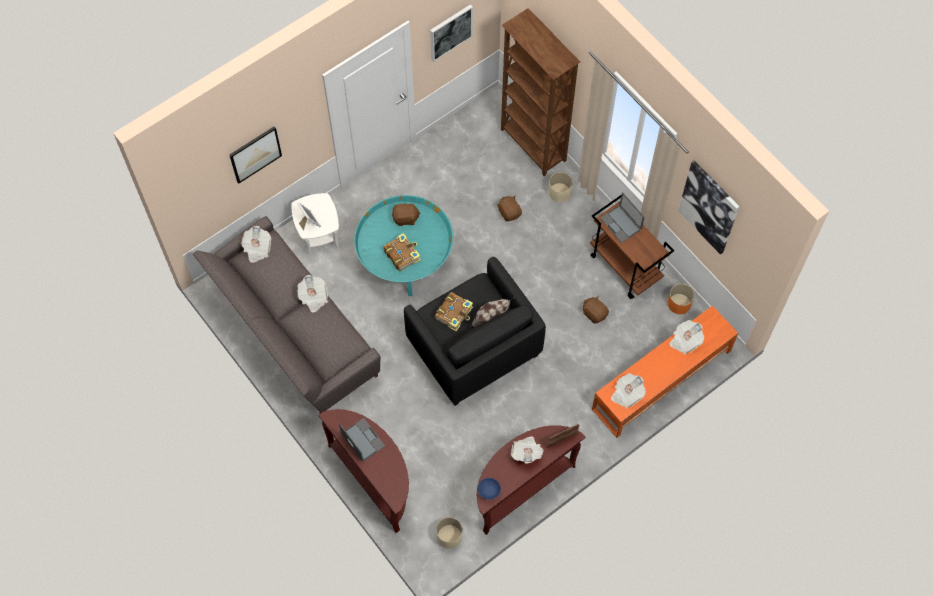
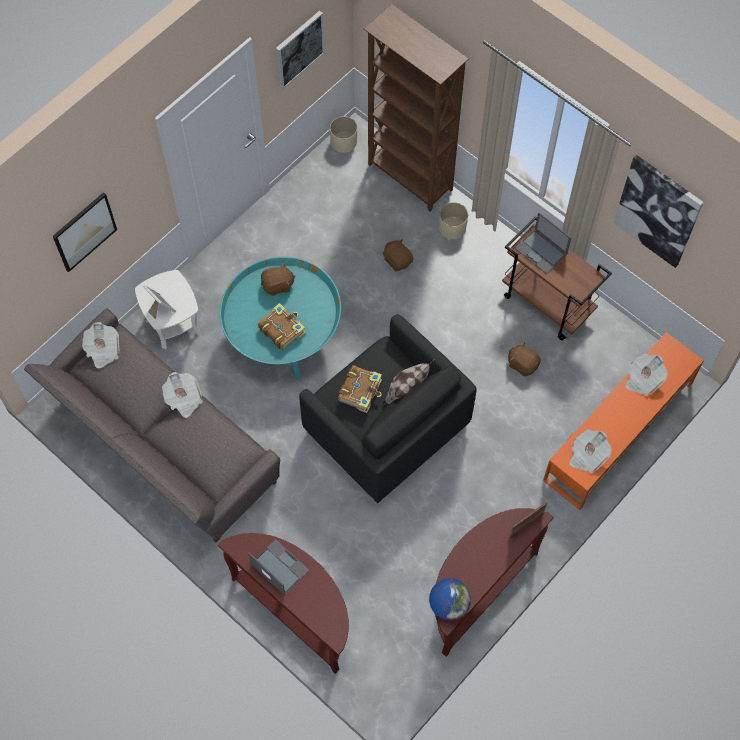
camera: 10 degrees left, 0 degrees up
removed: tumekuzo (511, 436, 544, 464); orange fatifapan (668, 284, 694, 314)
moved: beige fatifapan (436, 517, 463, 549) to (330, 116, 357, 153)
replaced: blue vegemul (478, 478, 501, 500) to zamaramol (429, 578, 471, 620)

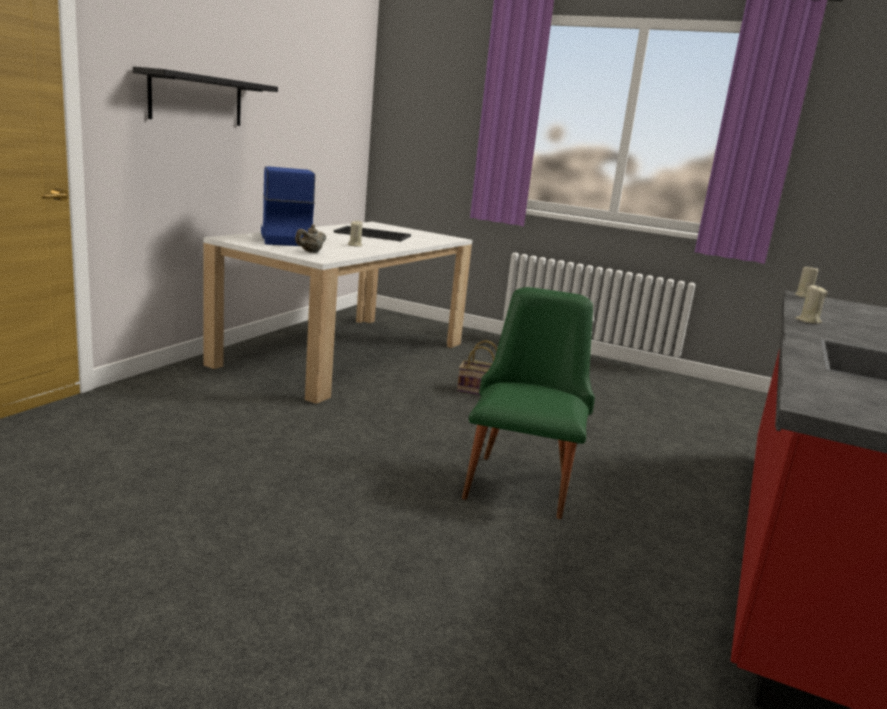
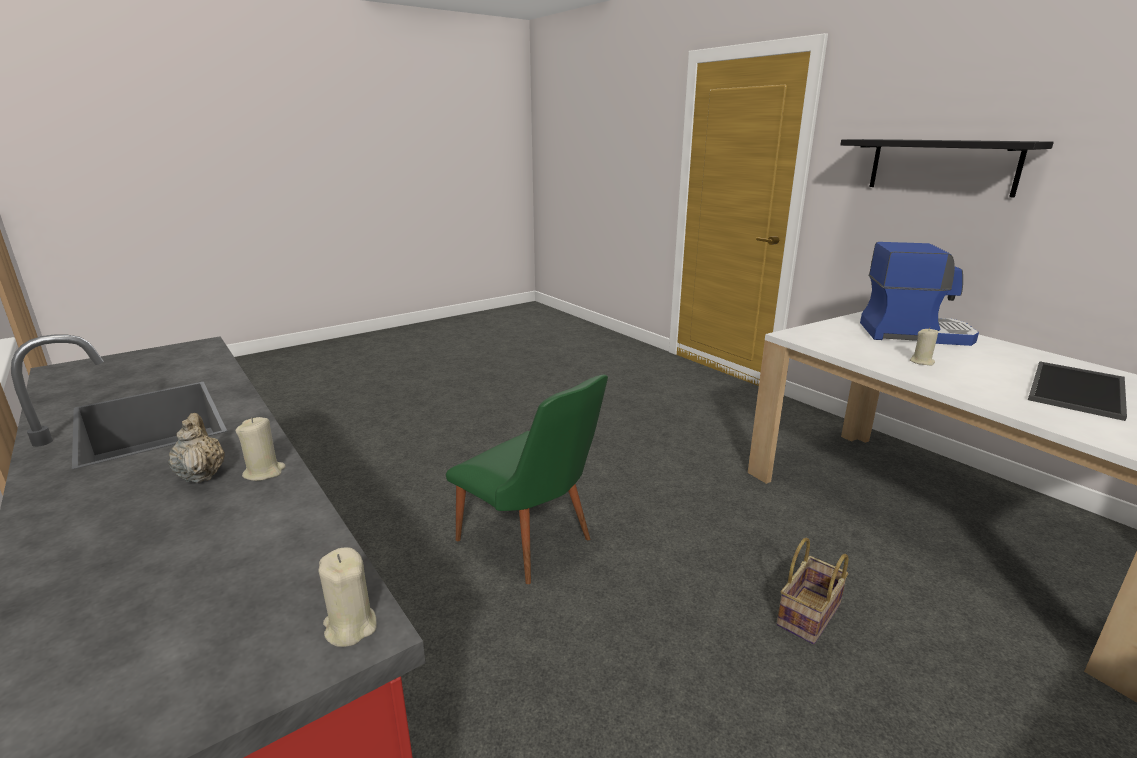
camera: 120 degrees right, 5 degrees up
moved: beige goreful (295, 224, 326, 253) to (168, 413, 225, 483)

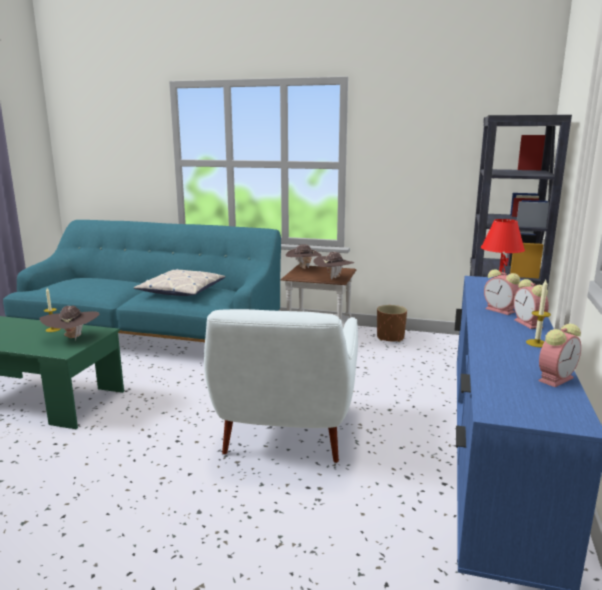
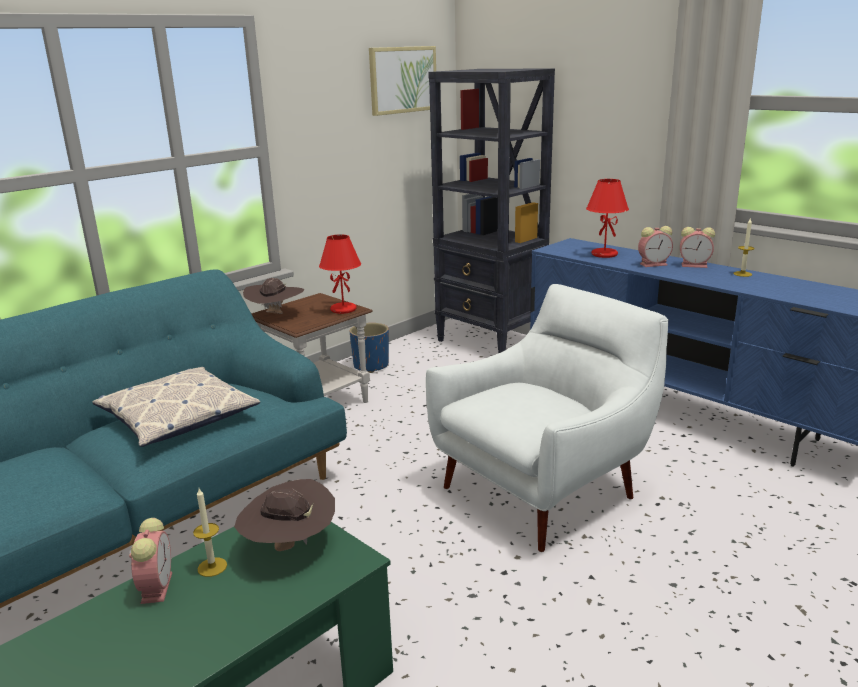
camera: 60 degrees left, 5 degrees up
added: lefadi (369, 46, 436, 116)
moved: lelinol (538, 324, 581, 387) to (129, 518, 172, 604)
replaced: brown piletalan (313, 252, 355, 280) to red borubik (319, 234, 361, 314)
recoloured: brown fatifapan (377, 305, 407, 342) to blue fatifapan (350, 323, 389, 373)
turned: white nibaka (204, 309, 358, 463) = (426, 284, 669, 552) 75 degrees counterclockwise

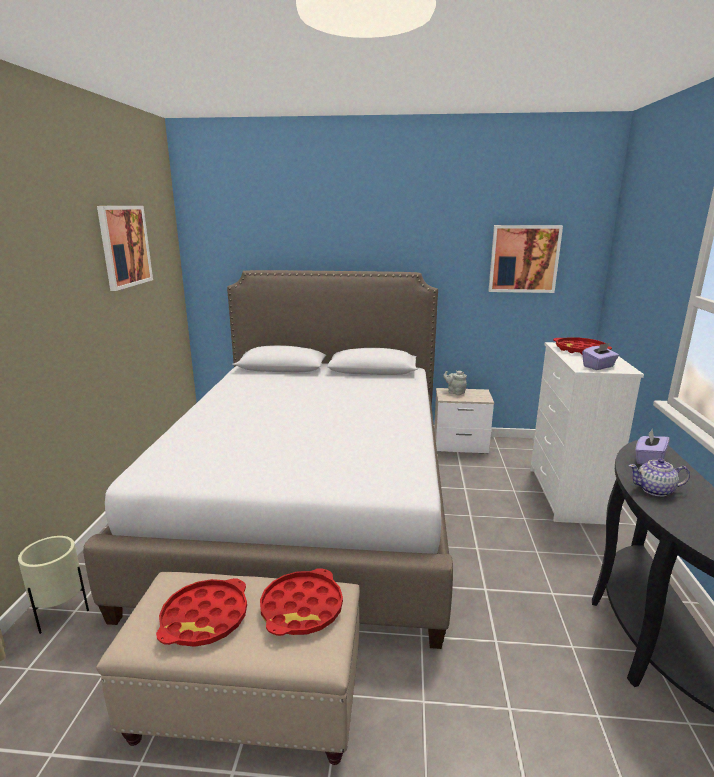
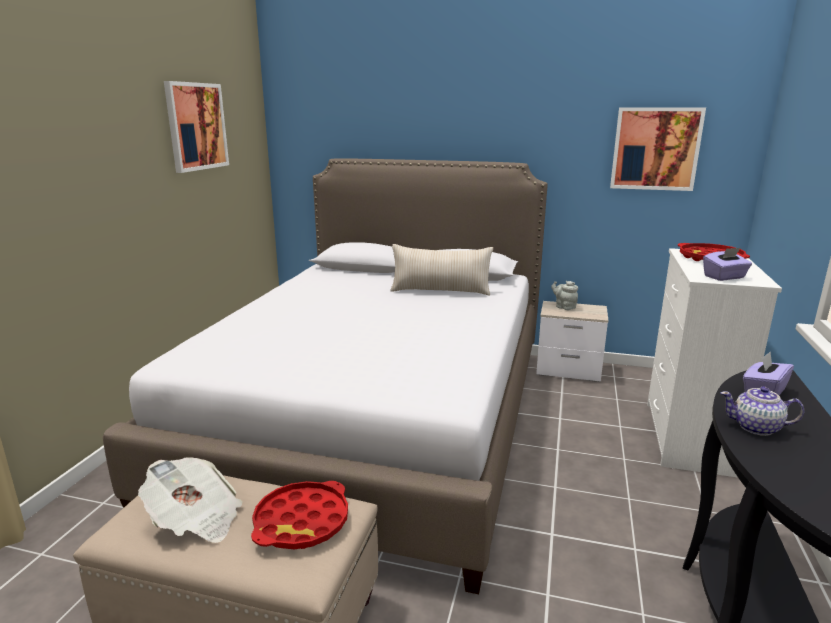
camera: 10 degrees right, 0 degrees up
removed: beige fatifapan (18, 536, 89, 634)
added: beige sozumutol (390, 244, 493, 296)
replaced: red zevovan (156, 578, 247, 647) to tumekuzo (138, 457, 243, 543)

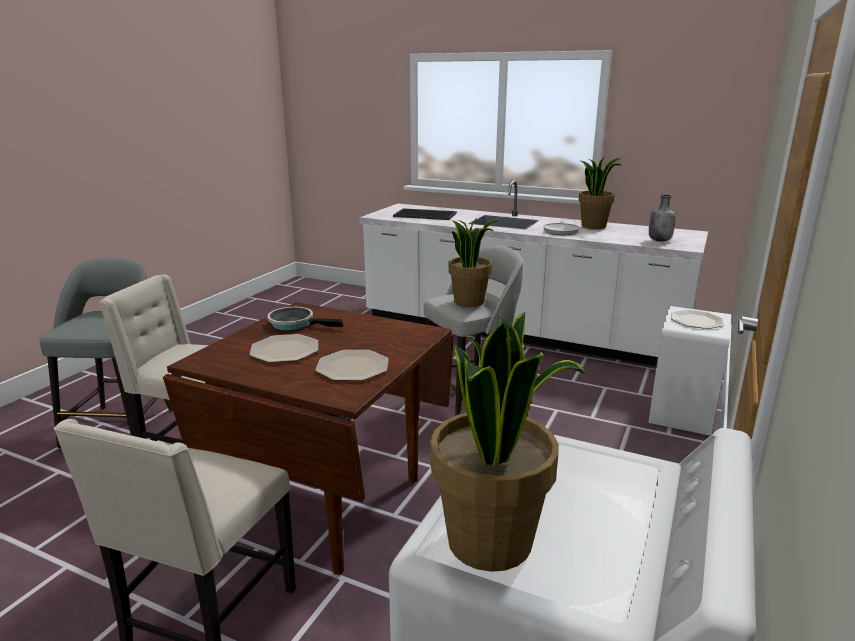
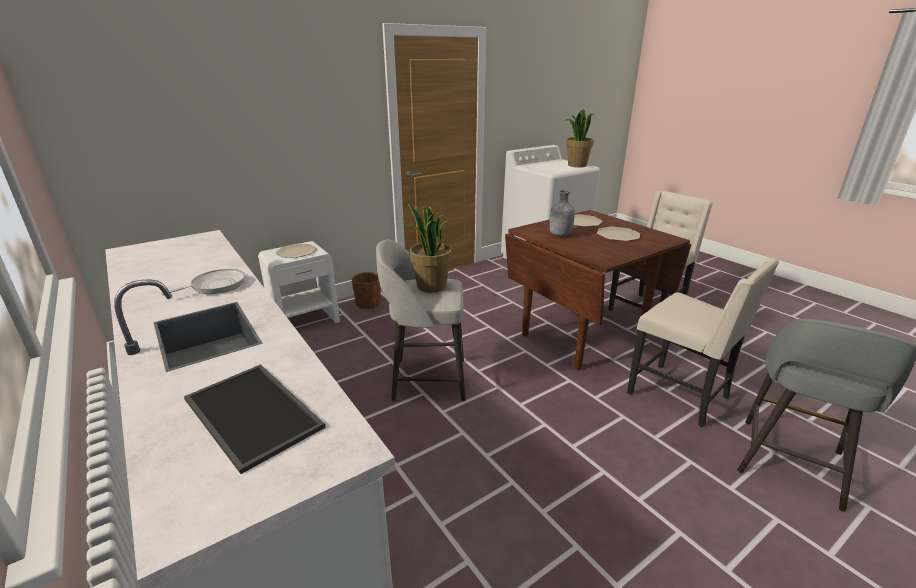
camera: 150 degrees left, 5 degrees up
removed: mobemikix (267, 307, 343, 330); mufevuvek (579, 157, 623, 229)
added: brown fatifapan (352, 272, 381, 309)
moved: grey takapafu (649, 194, 676, 241) to (549, 190, 575, 236)

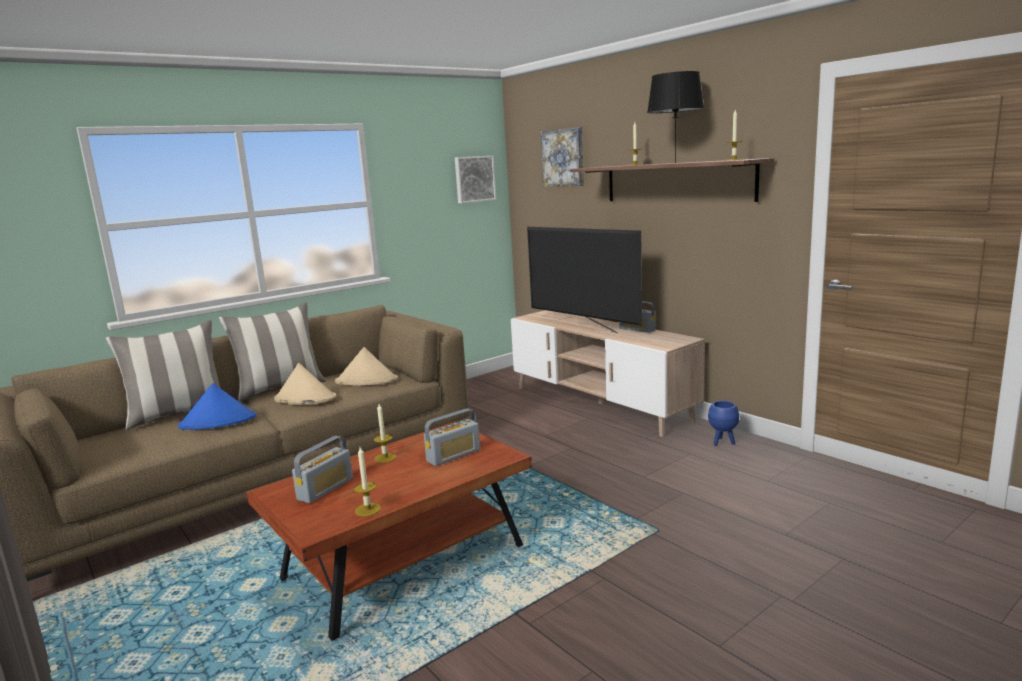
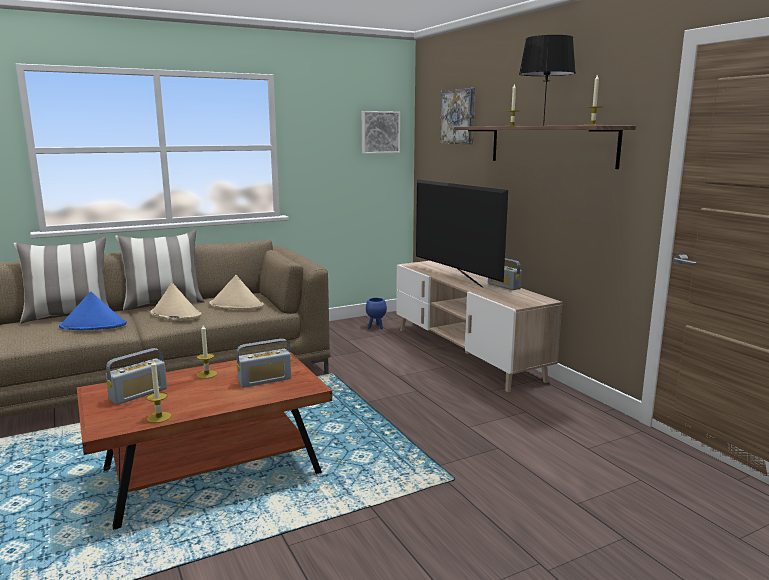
camera: 10 degrees right, 0 degrees up
moved: blue fatifapan (708, 401, 739, 446) to (366, 298, 387, 329)

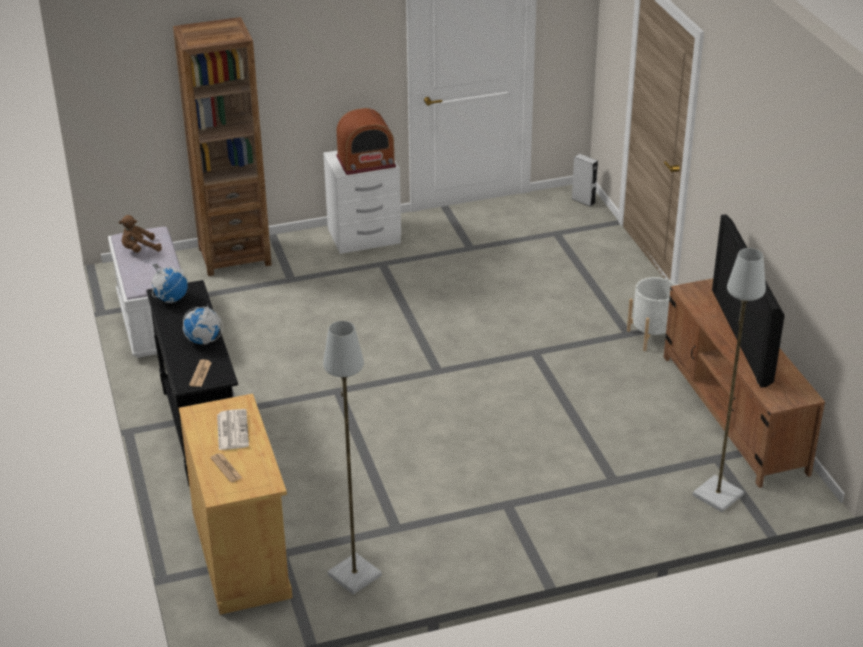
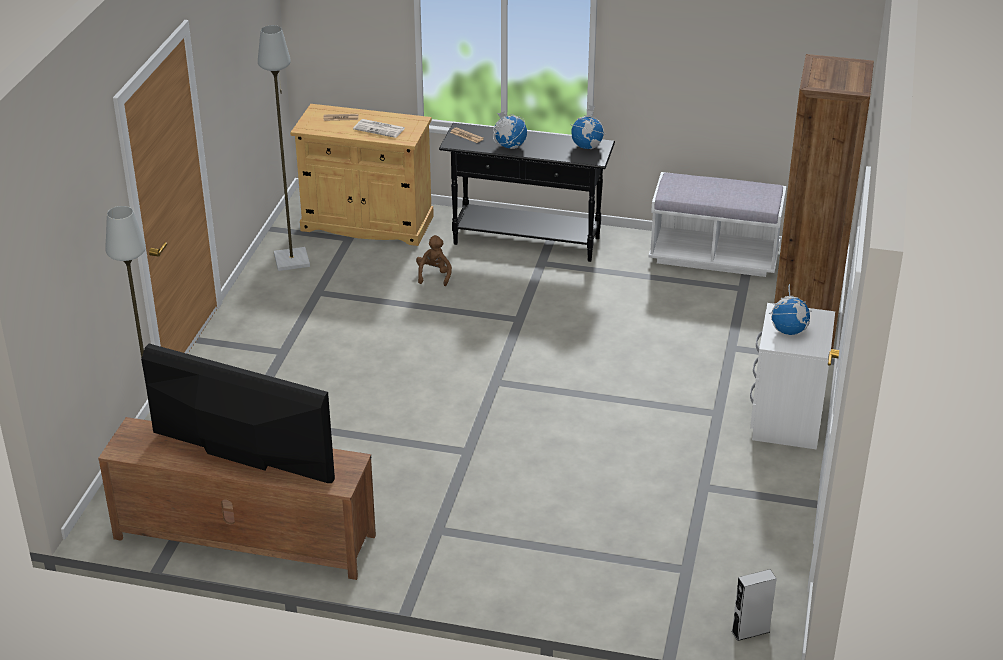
camera: 120 degrees right, 0 degrees up
removed: white fatifapan (627, 277, 676, 351)
moved: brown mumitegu (119, 215, 162, 253) to (416, 235, 452, 286)
replaced: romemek (336, 108, 396, 175) to zamaramol (769, 284, 812, 335)

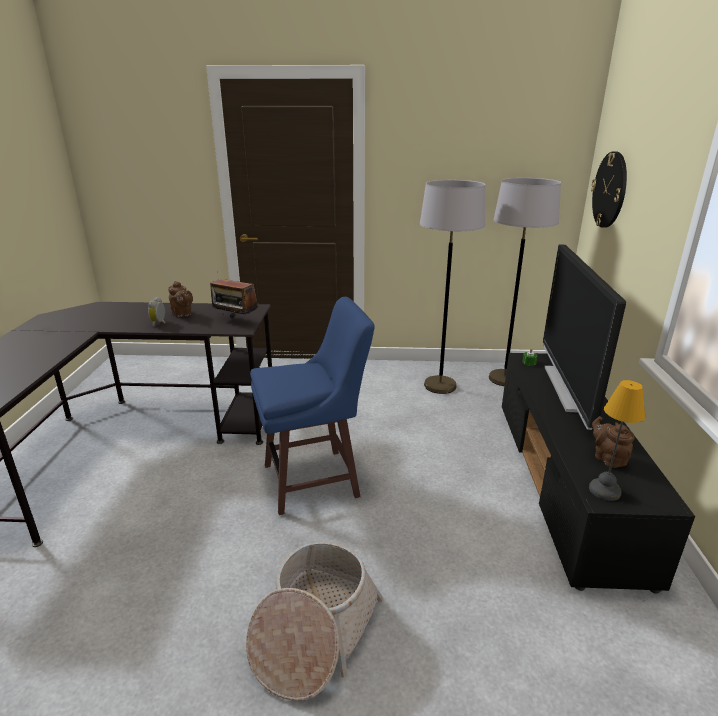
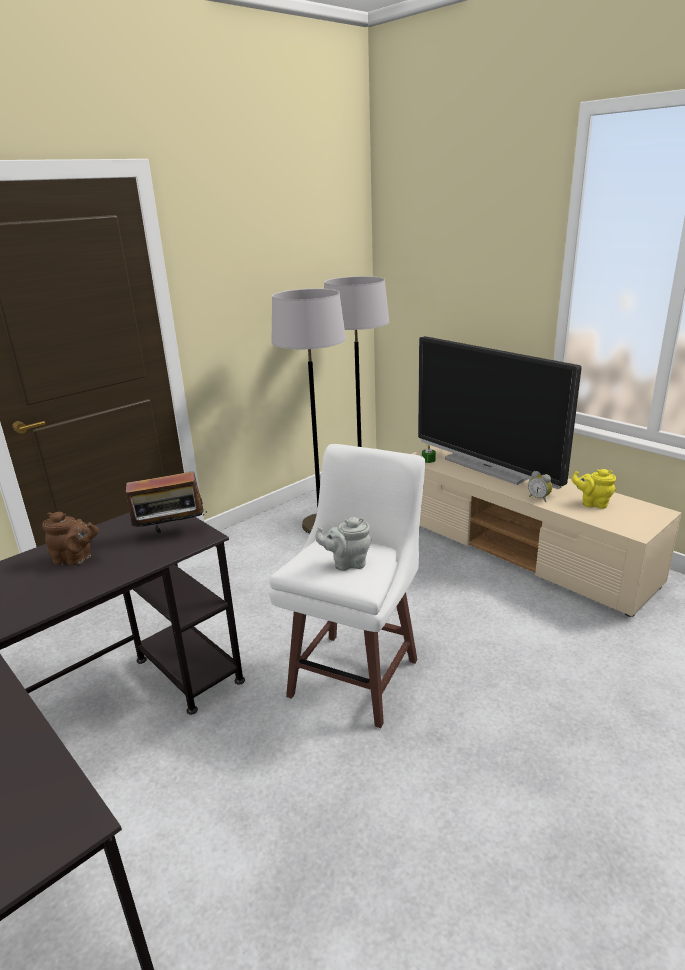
camera: 45 degrees left, 0 degrees up
removed: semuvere (246, 542, 383, 701); borubik (589, 380, 645, 501); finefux (591, 151, 627, 228)
added: grey goreful (315, 517, 371, 571)
moved: lelinol (148, 297, 165, 326) to (528, 471, 552, 502)
recoloured: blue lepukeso (250, 297, 375, 515) to white lepukeso (269, 444, 425, 728); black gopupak (502, 353, 695, 594) to beige gopupak (412, 445, 682, 617); brown goreful (592, 416, 635, 468) to yellow goreful (572, 469, 616, 509)

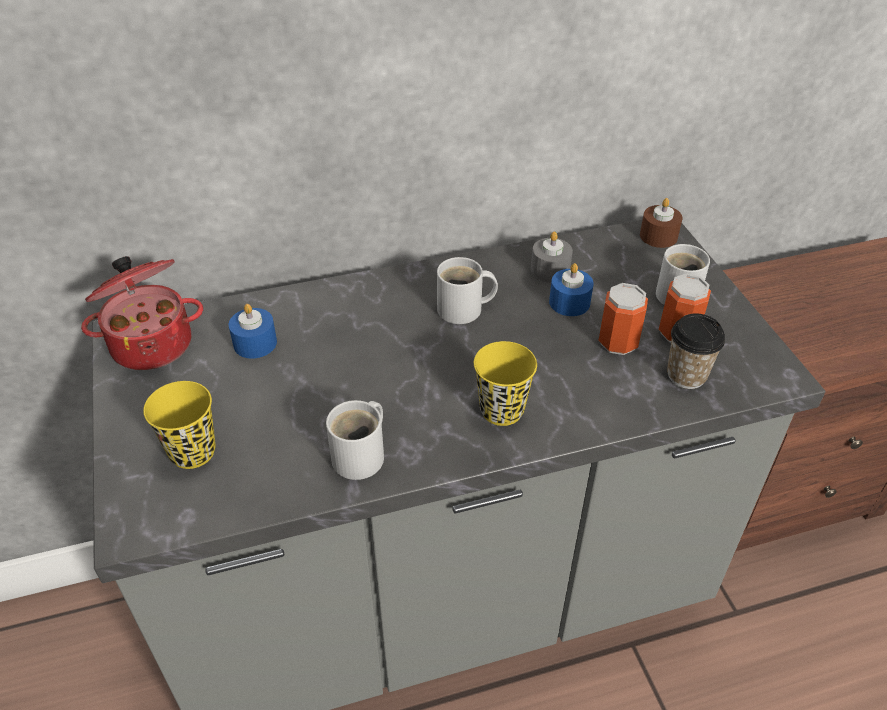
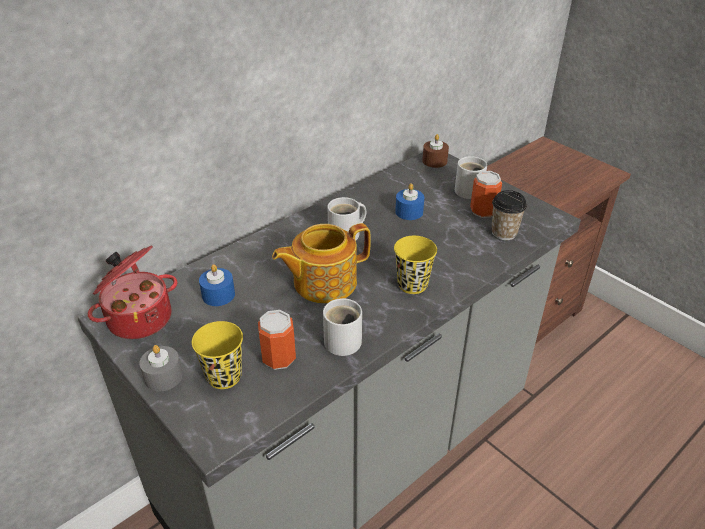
camera: 25 degrees left, 5 degrees down
added: goreful (272, 223, 371, 303)
moved: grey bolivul (531, 231, 573, 283) to (140, 345, 183, 391); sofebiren (598, 283, 648, 355) to (258, 310, 296, 370)

